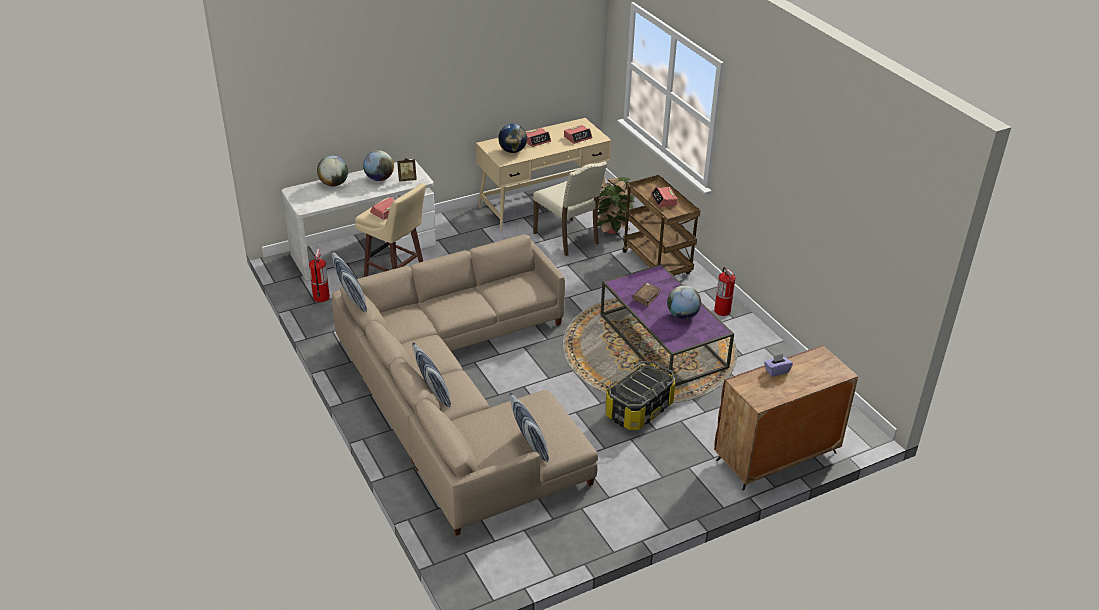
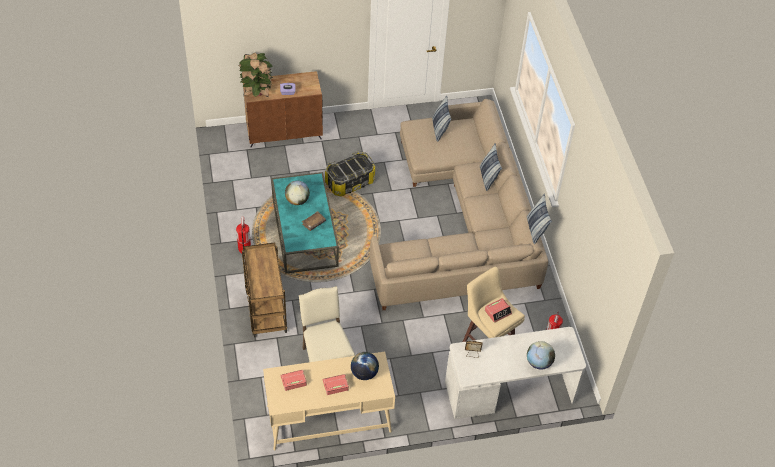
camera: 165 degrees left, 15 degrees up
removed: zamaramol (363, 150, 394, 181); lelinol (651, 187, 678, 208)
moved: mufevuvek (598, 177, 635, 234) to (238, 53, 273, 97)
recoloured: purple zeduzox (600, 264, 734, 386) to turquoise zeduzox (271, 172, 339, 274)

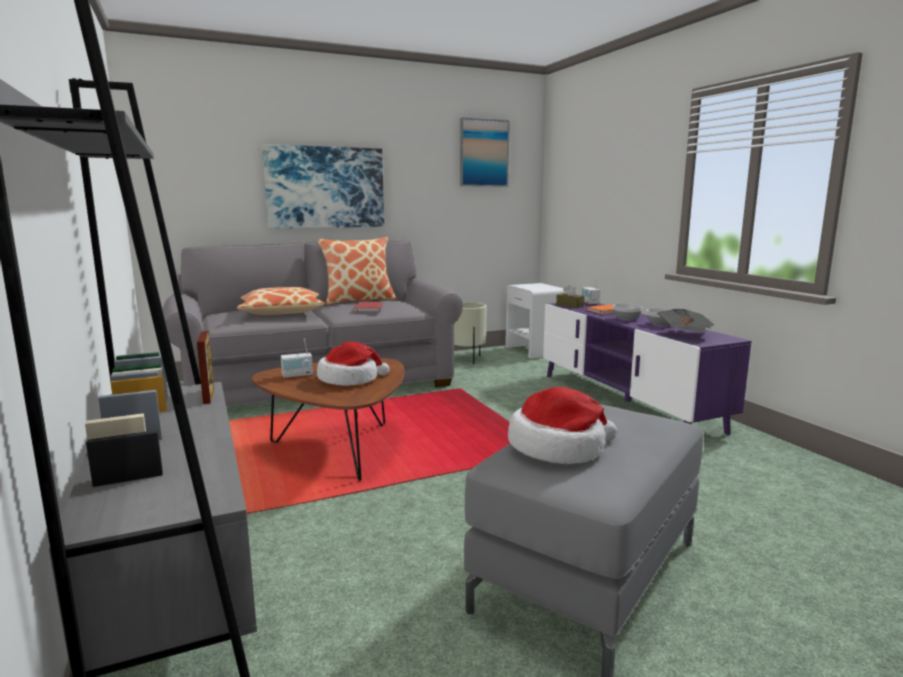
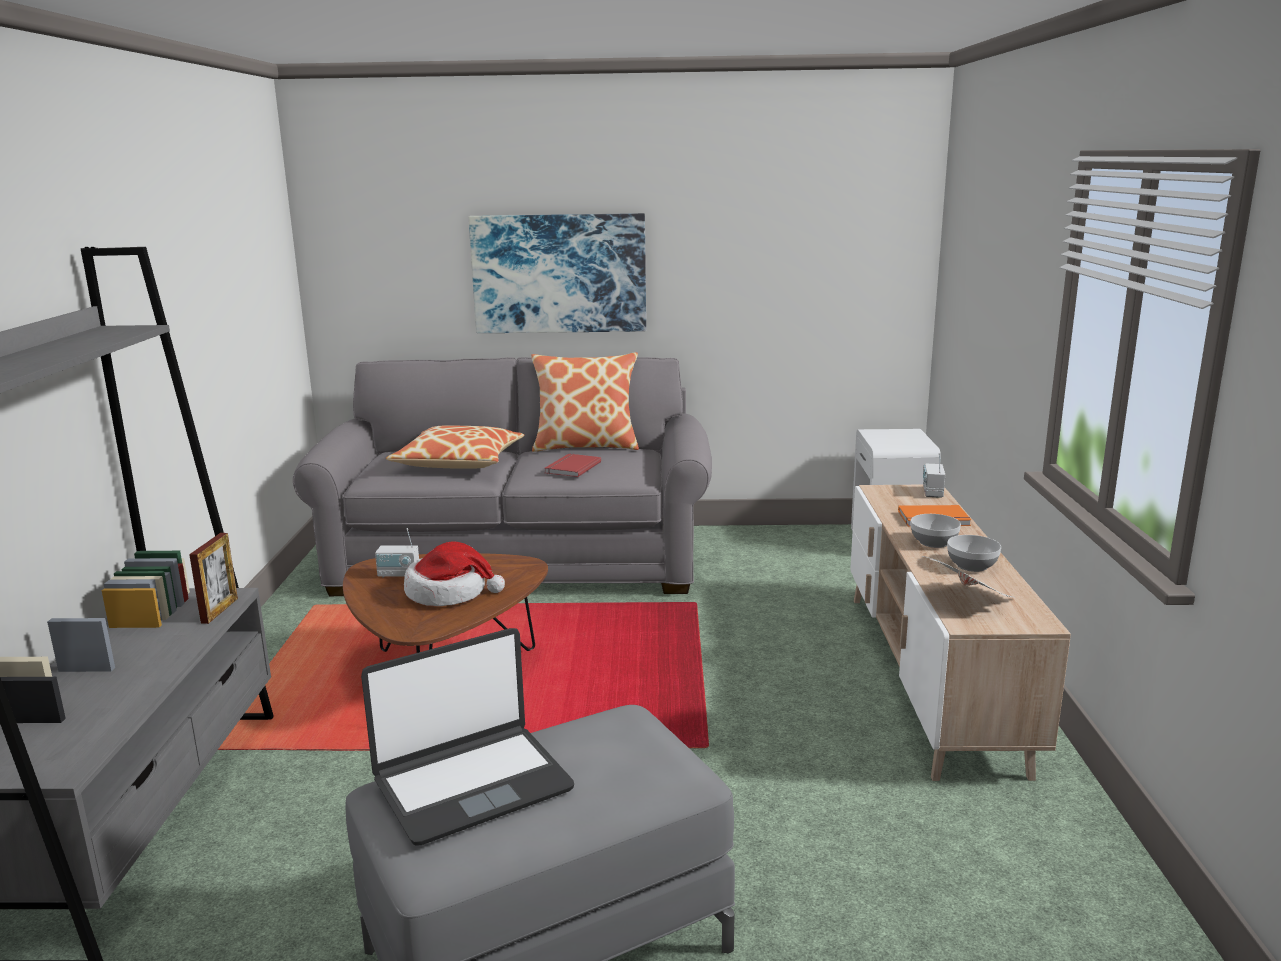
camera: 25 degrees right, 5 degrees up
removed: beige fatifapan (454, 302, 487, 364); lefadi (460, 118, 510, 187); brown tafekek (556, 285, 585, 308)
replaced: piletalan (508, 387, 617, 464) to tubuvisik (361, 628, 574, 845)
recoloured: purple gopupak (543, 302, 752, 435) to beige gopupak (850, 485, 1071, 781)

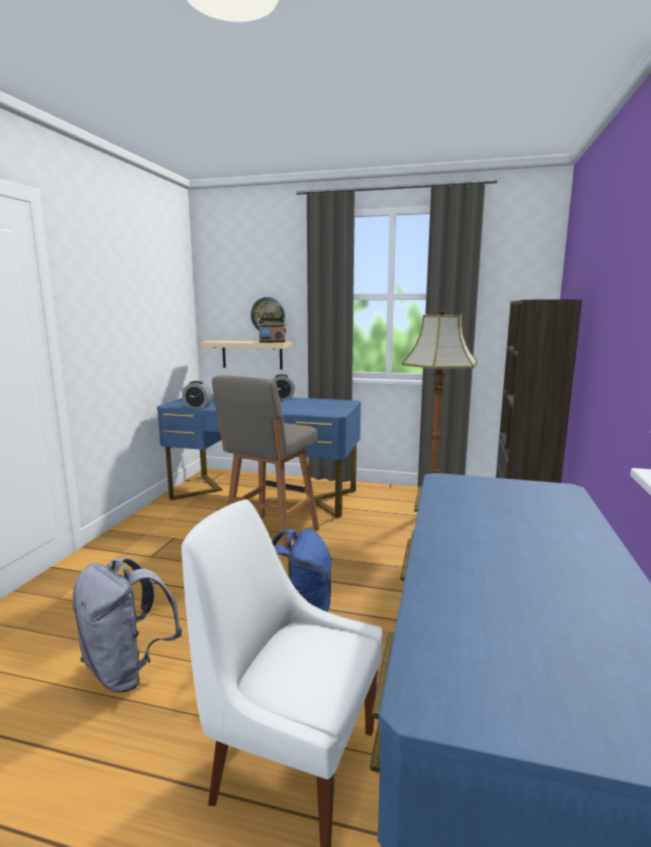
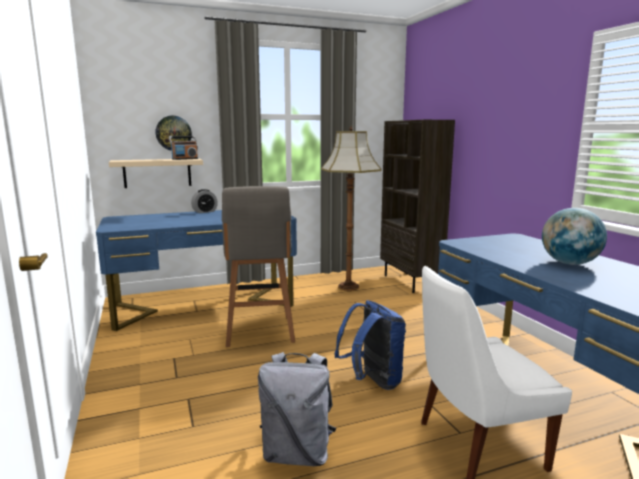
camera: 35 degrees left, 0 degrees up
removed: lelinol (182, 381, 212, 408)
added: zamaramol (542, 208, 607, 265)

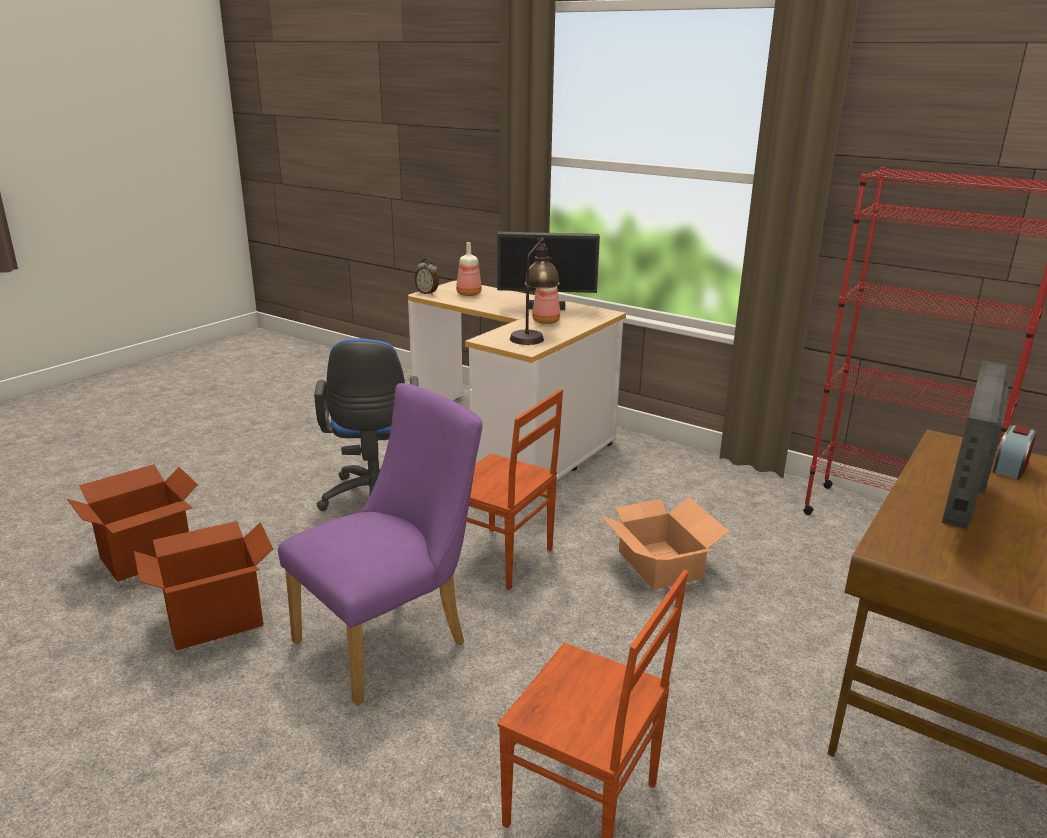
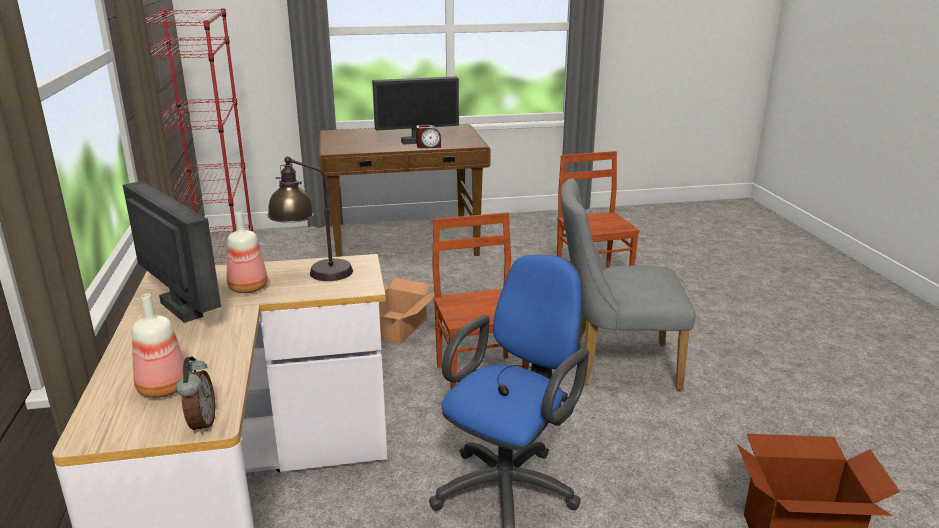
camera: 135 degrees left, 0 degrees up
removed: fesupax (134, 521, 273, 650)
moved: lelinol (993, 425, 1037, 480) to (416, 125, 441, 148)
recoloured: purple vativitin (278, 383, 483, 706) to grey vativitin (561, 178, 695, 391)

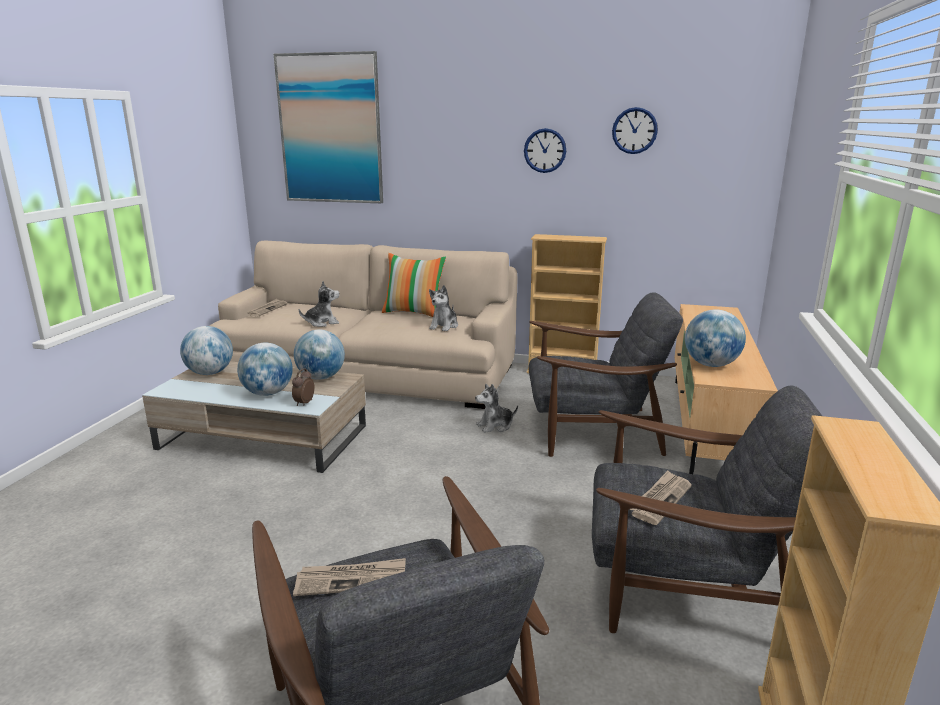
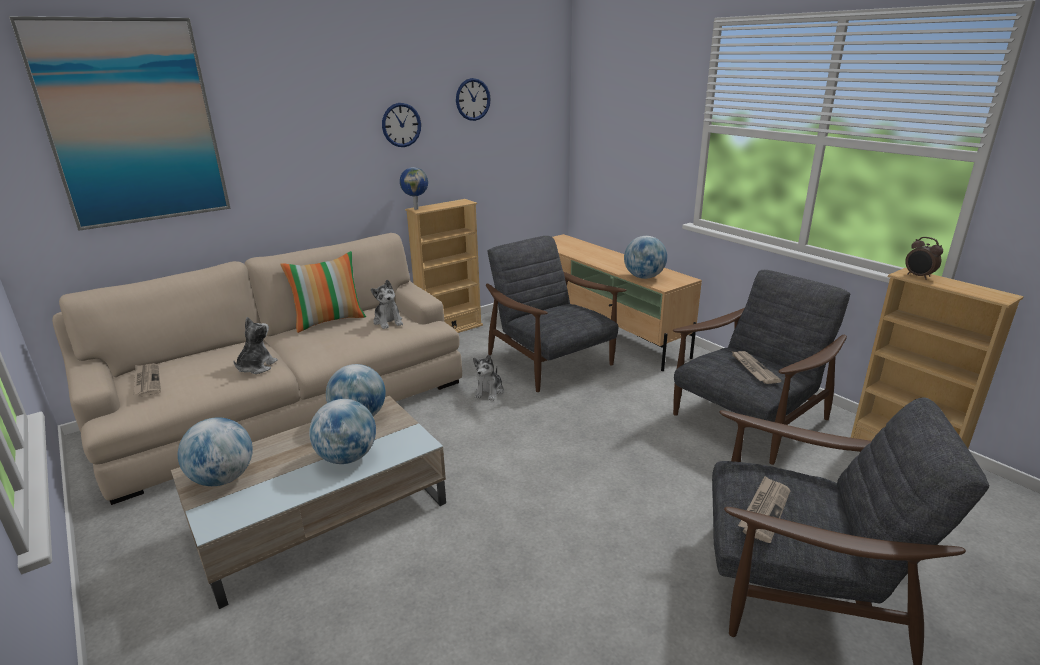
camera: 50 degrees left, 5 degrees up
added: zamaramol (400, 167, 428, 210)
moved: lelinol (292, 368, 315, 406) to (905, 237, 943, 280)
turned: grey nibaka (529, 292, 683, 457) = (486, 236, 626, 392) 75 degrees counterclockwise

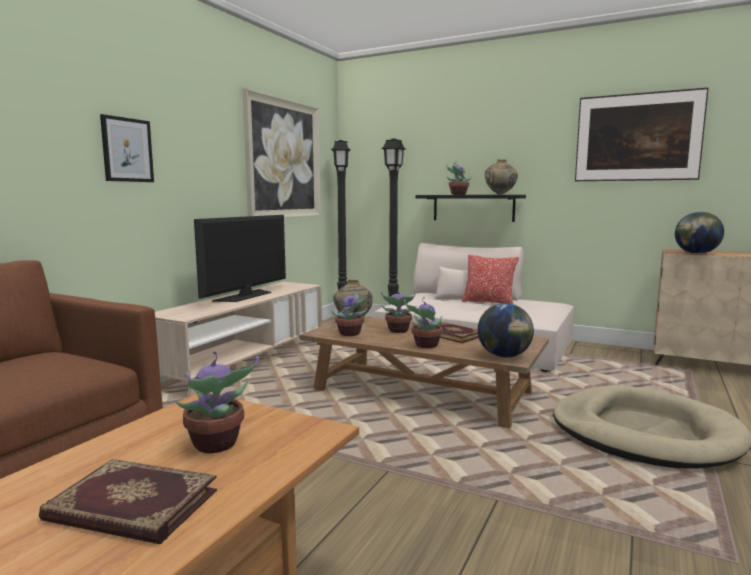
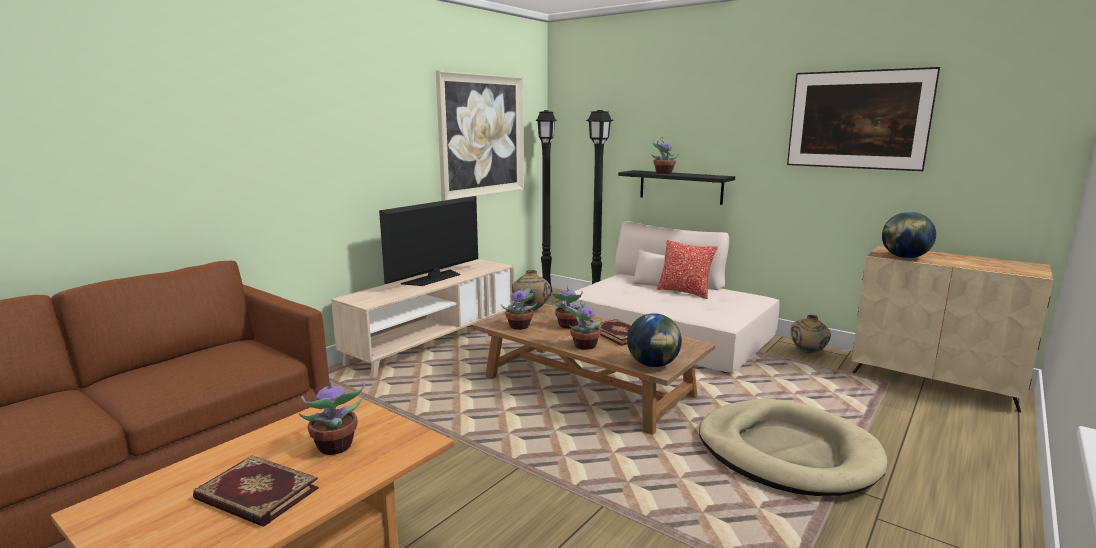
camera: 10 degrees right, 5 degrees up
removed: lefadi (100, 114, 154, 182)
moved: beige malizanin (485, 159, 518, 195) to (791, 315, 831, 354)

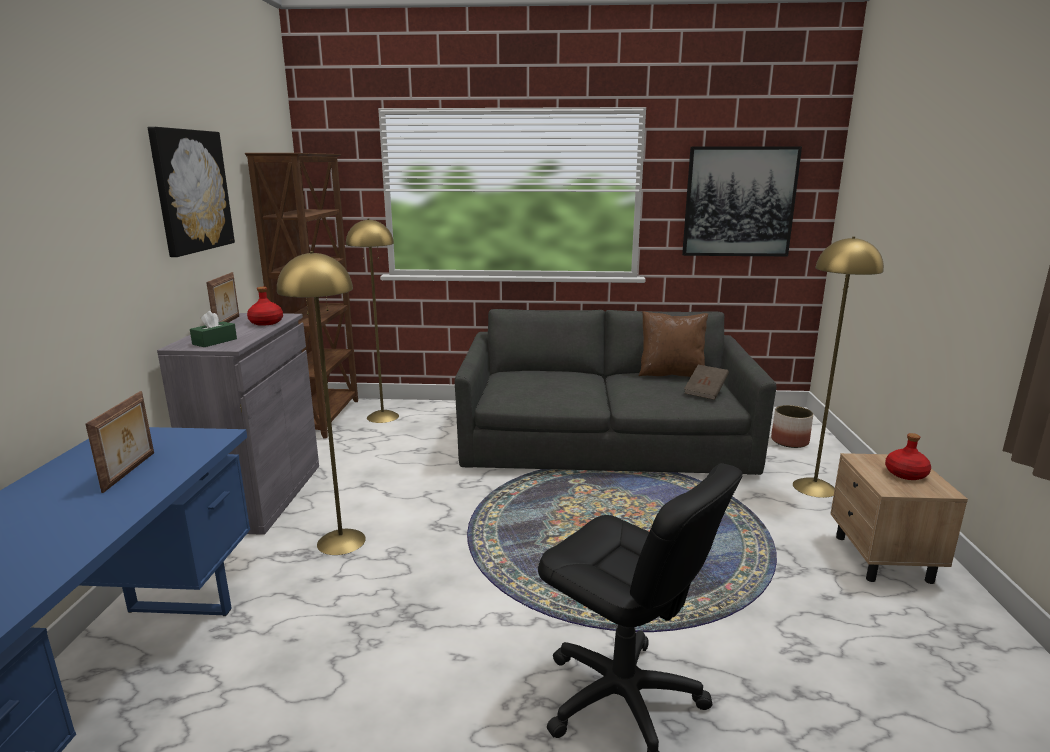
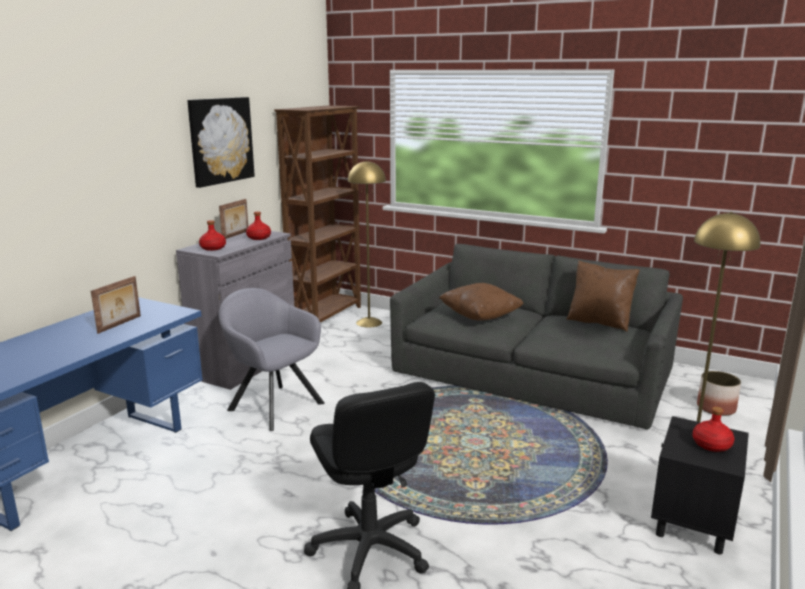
camera: 25 degrees right, 0 degrees up
removed: lefadi (682, 146, 802, 256); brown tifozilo (684, 365, 729, 400)
added: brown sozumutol (439, 283, 524, 321)
replaced: green tafekek (190, 311, 237, 347) to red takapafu (199, 220, 226, 251); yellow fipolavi (277, 251, 366, 555) to grey nibaka (219, 288, 325, 431)
recoloured: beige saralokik (830, 453, 968, 584) to black saralokik (651, 416, 749, 555)

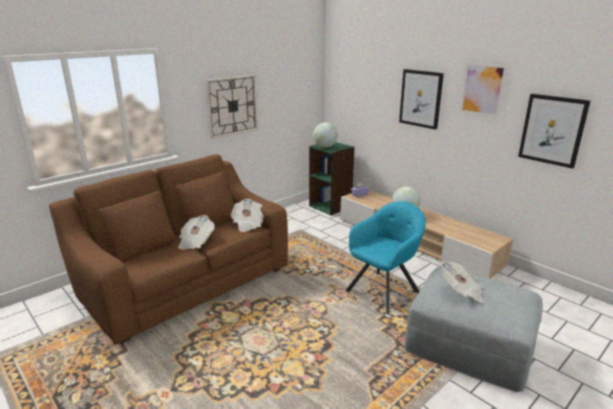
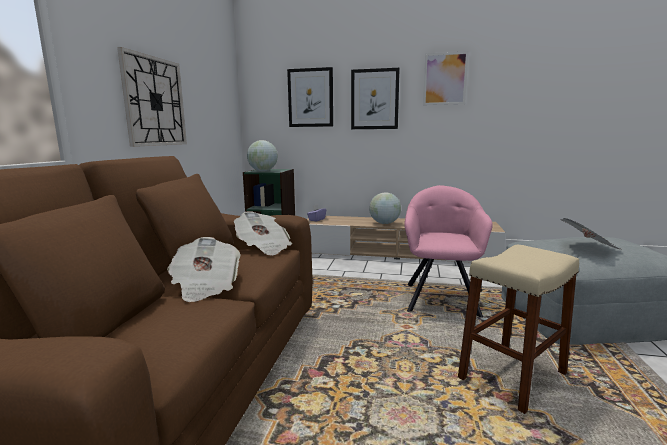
camera: 35 degrees left, 10 degrees down
added: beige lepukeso (458, 245, 579, 414)
moved: lefadi (518, 94, 590, 169) to (287, 67, 333, 127)
recoloured: turquoise nibaka (345, 201, 426, 314) to pink nibaka (404, 185, 493, 318)

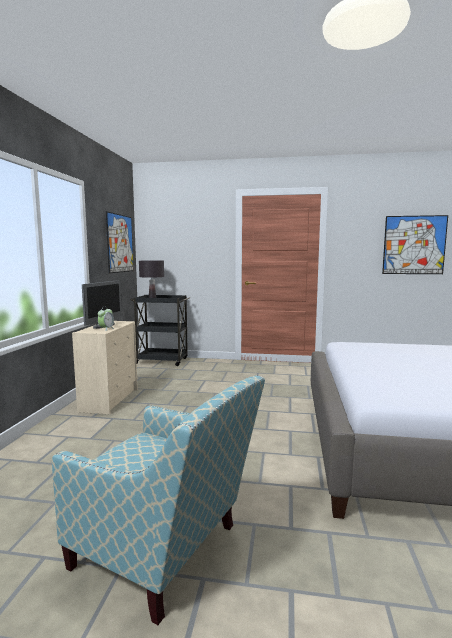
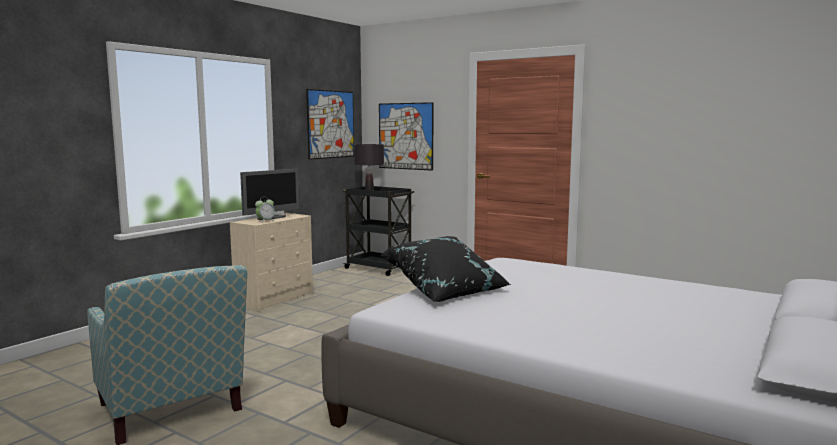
camera: 25 degrees right, 0 degrees up
added: black sozumutol (380, 236, 511, 302)
moved: lefadi (382, 215, 448, 274) to (379, 102, 434, 171)

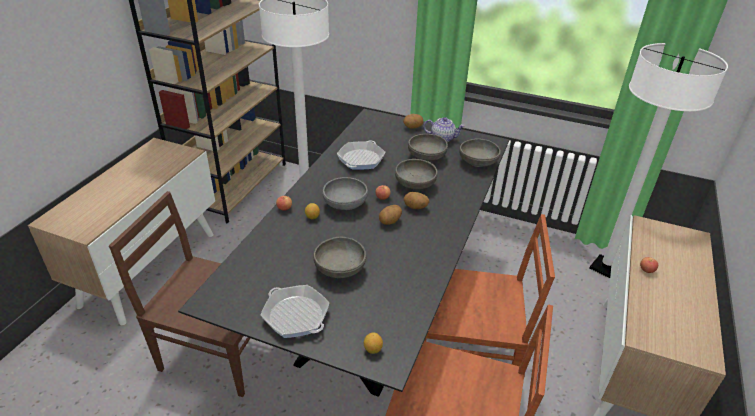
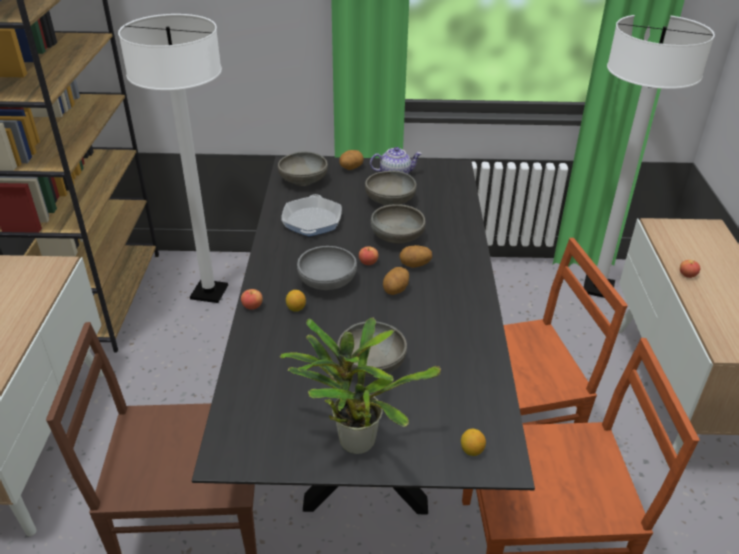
camera: 20 degrees left, 0 degrees up
moved: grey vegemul (459, 138, 501, 167) to (278, 151, 328, 186)
replaced: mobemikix (261, 285, 329, 338) to mufevuvek (279, 317, 441, 454)

